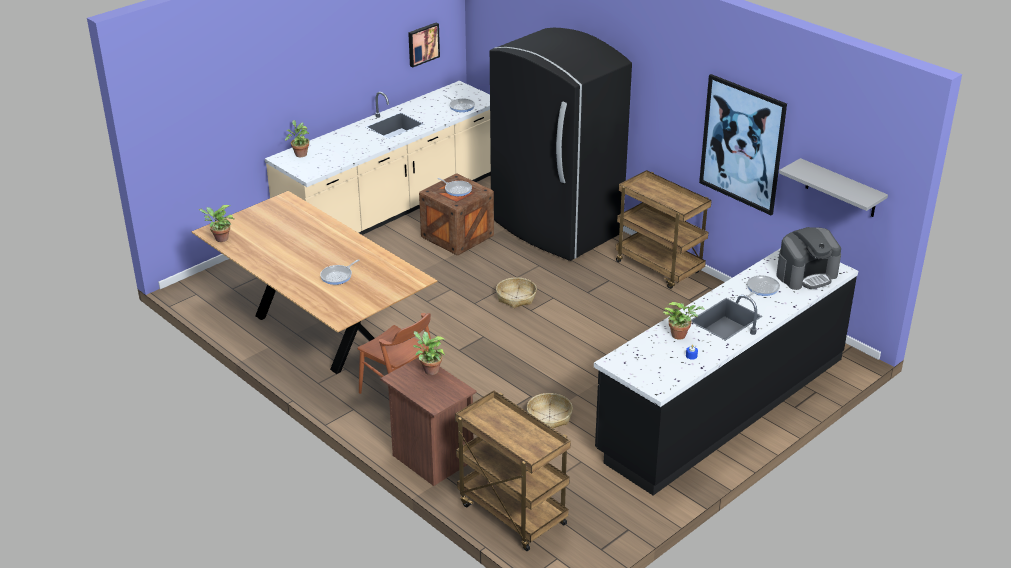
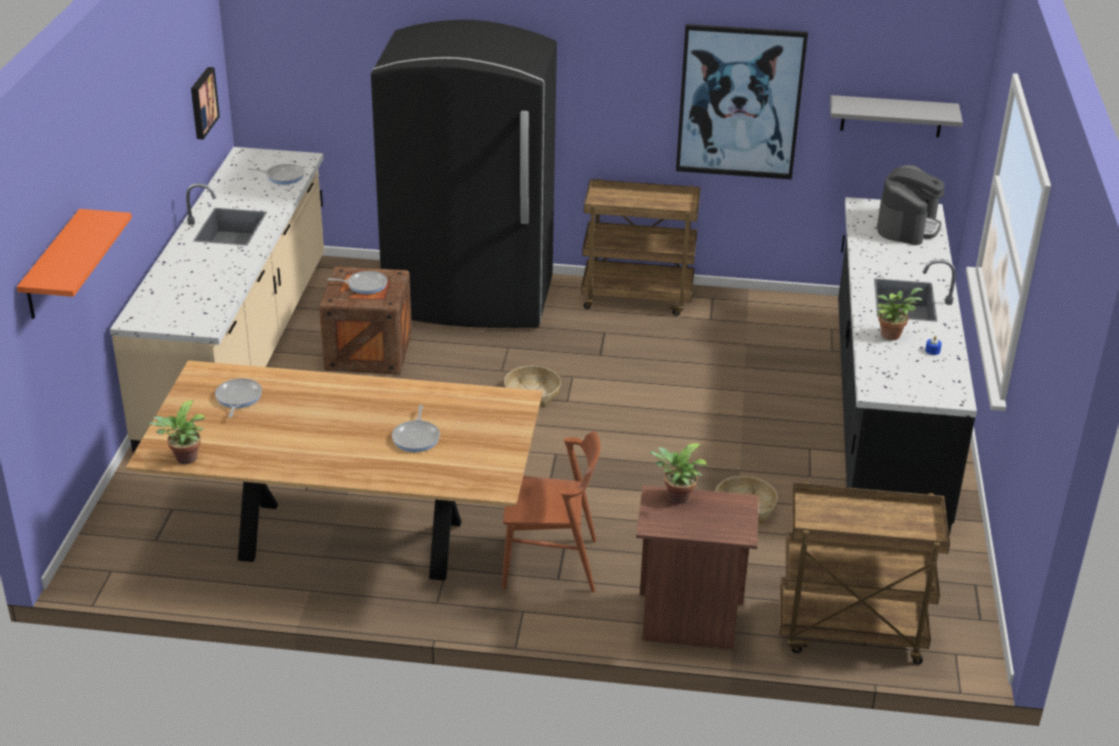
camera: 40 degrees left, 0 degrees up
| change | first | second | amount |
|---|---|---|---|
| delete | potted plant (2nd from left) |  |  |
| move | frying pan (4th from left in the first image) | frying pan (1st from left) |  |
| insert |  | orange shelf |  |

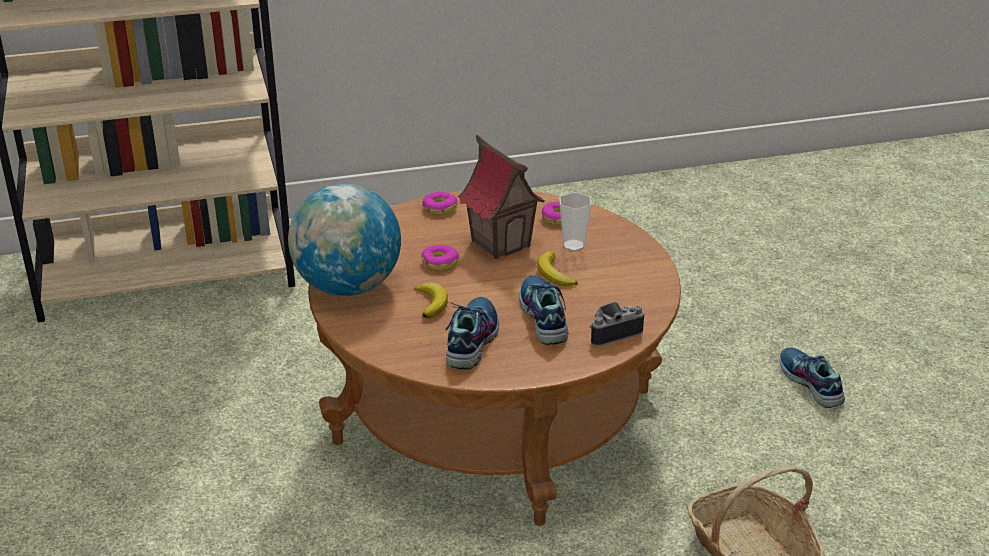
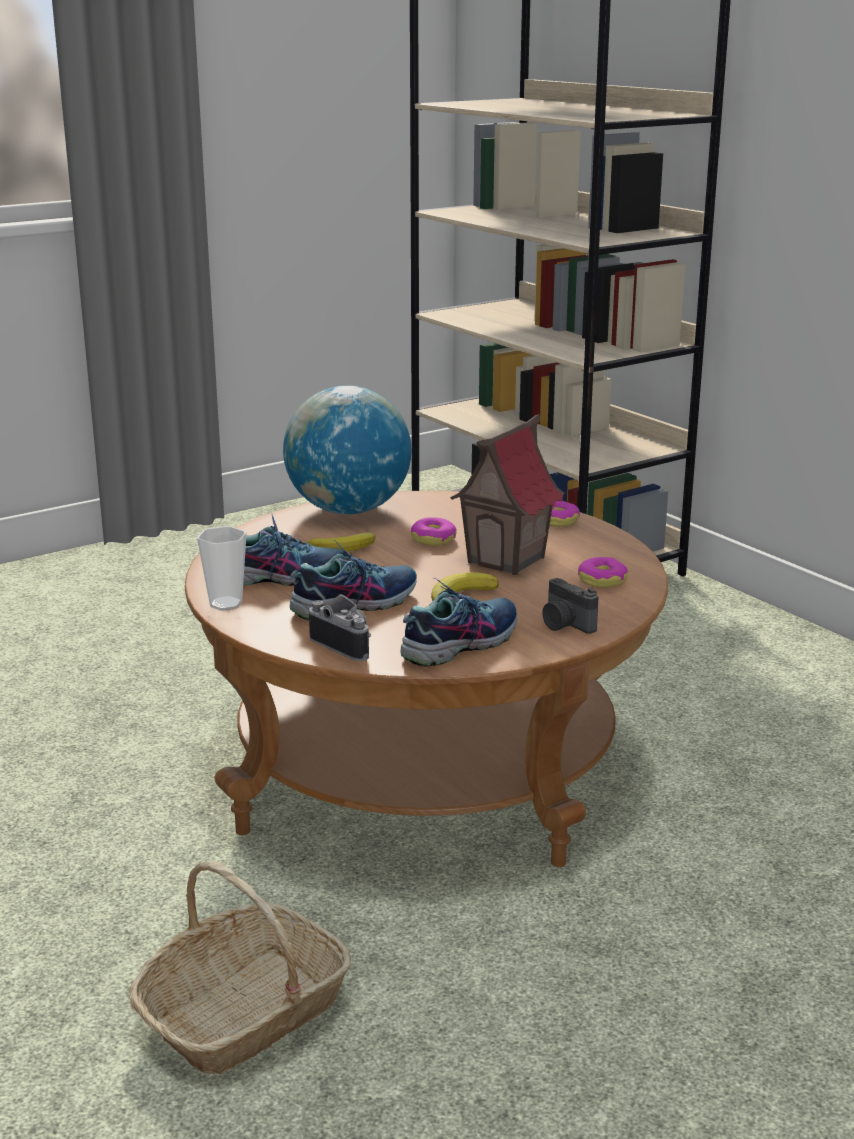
camera: 70 degrees right, 10 degrees down
| change | first | second | amount |
|---|---|---|---|
| move | cup |  |  |
| move | shoe (3rd from left) |  |  |
| insert |  | photo camera (2nd from left) |  |

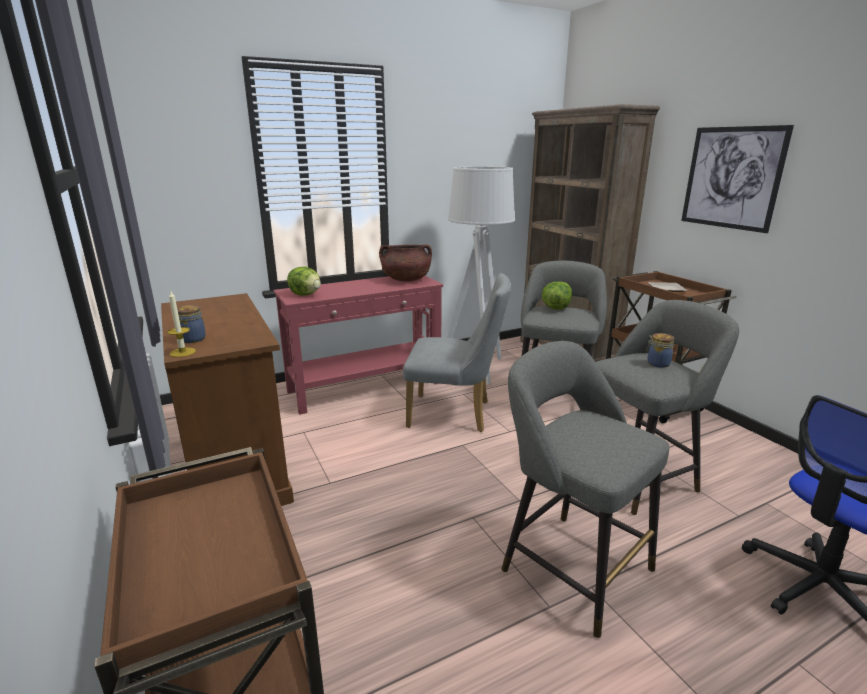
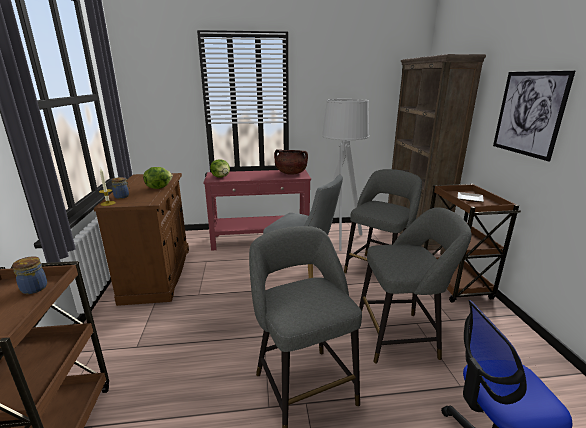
camera: 20 degrees right, 0 degrees up
| change | first | second | amount |
|---|---|---|---|
| move | lettuce (2nd from left in the first image) | lettuce (1st from left) |  |
| move | jar (2nd from left in the first image) | jar (1st from left) |  |

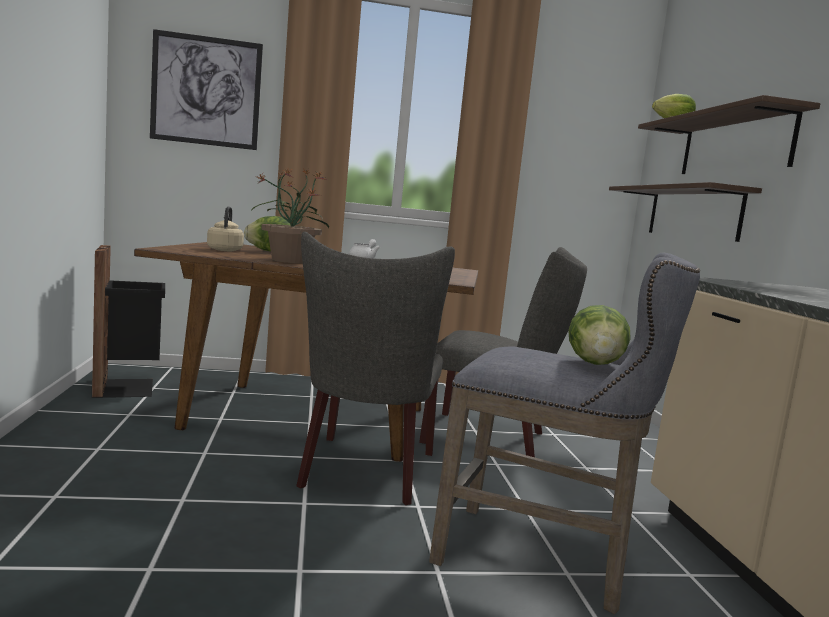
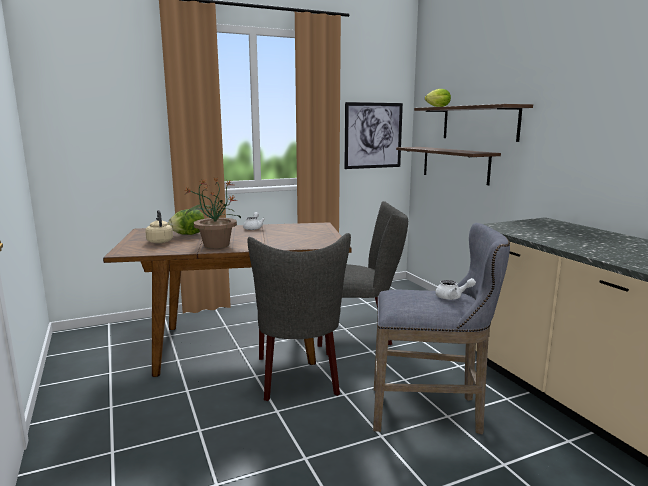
camera: 15 degrees left, 5 degrees up
| change | first | second | amount |
|---|---|---|---|
| delete | black trash can |  |  |
| move | picture |  |  |
| replace | lettuce (2nd from left) | white teapot (2nd from left) |  |

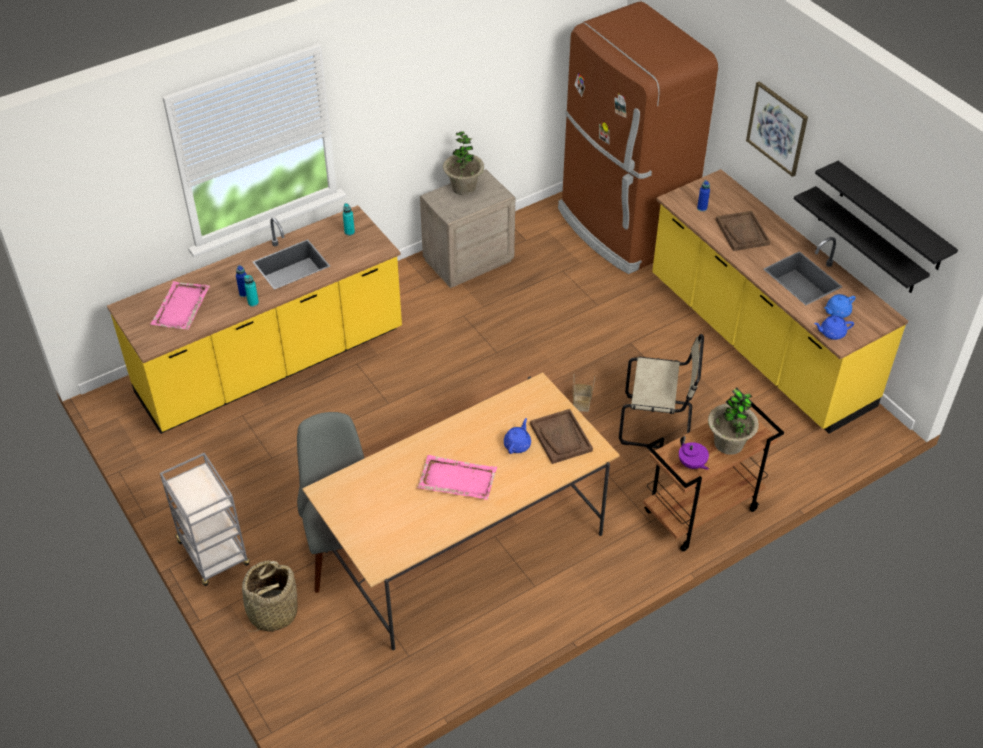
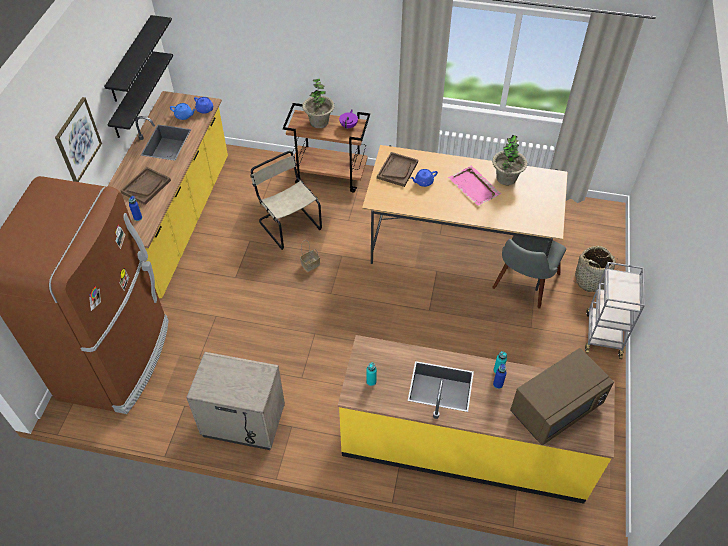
camera: 135 degrees left, 5 degrees up
| change | first | second | amount |
|---|---|---|---|
| replace | pink tray (1st from left) | brown microwave |  |
| move | potted plant (1st from left in the first image) | potted plant (2nd from left) |  |

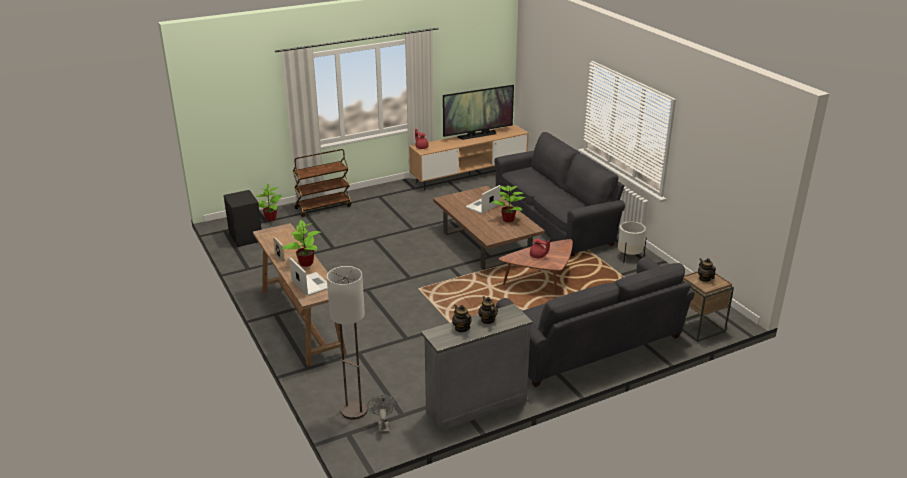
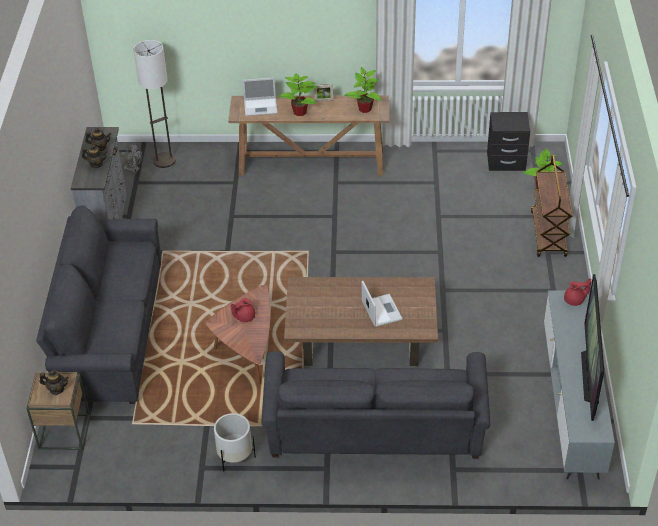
camera: 120 degrees right, 15 degrees up
| change | first | second | amount |
|---|---|---|---|
| recolor | brown tv stand | grey tv stand |  |
| move | potted plant (3rd from left in the first image) | potted plant (2nd from left) |  |

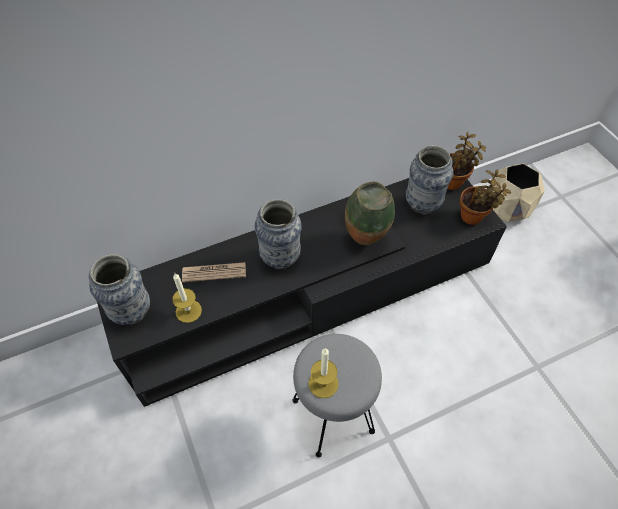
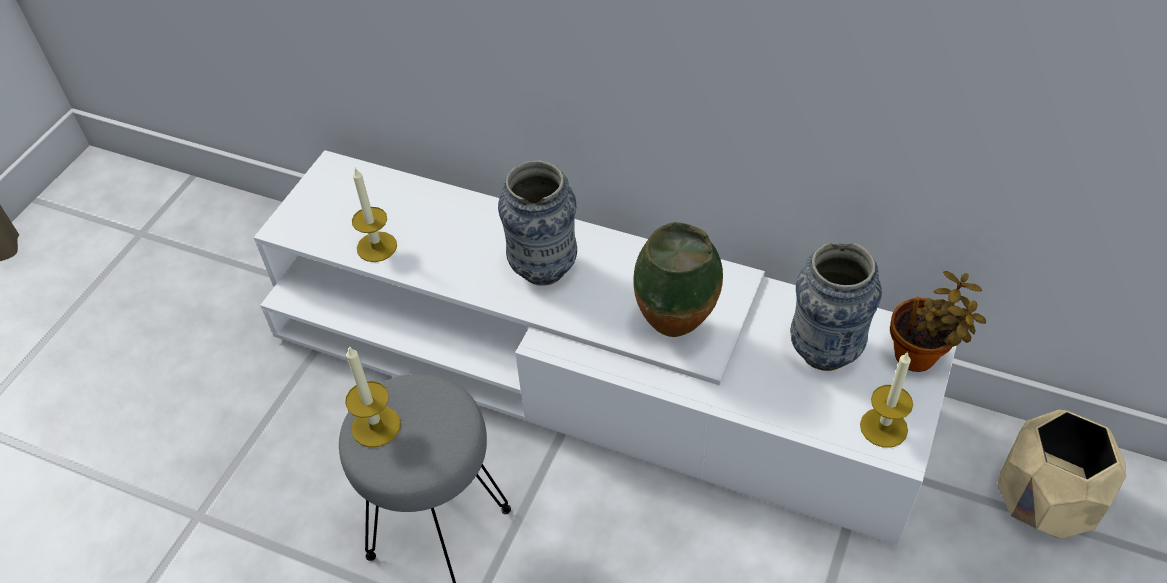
camera: 50 degrees right, 5 degrees down
| change | first | second | amount |
|---|---|---|---|
| delete | vase (1st from left) |  |  |
| recolor | black tv stand | white tv stand |  |
| delete | newspaper |  |  |
| replace | potted plant (2nd from left) | candle (3rd from left) |  |

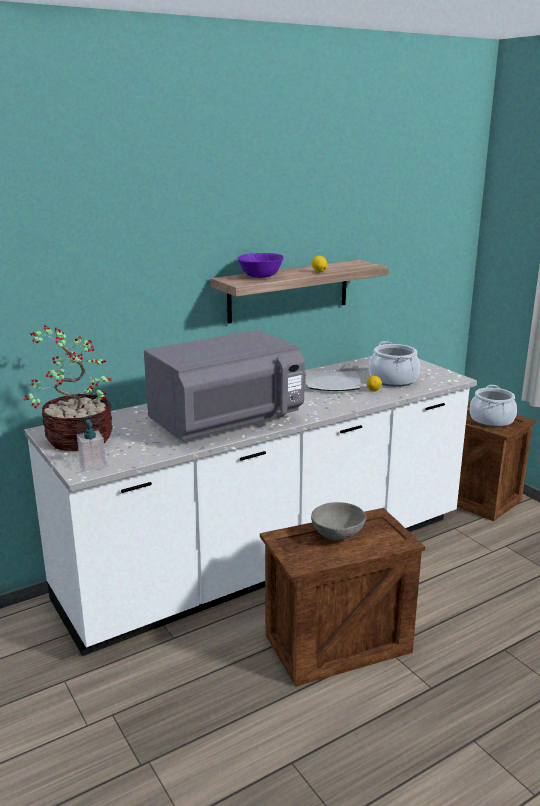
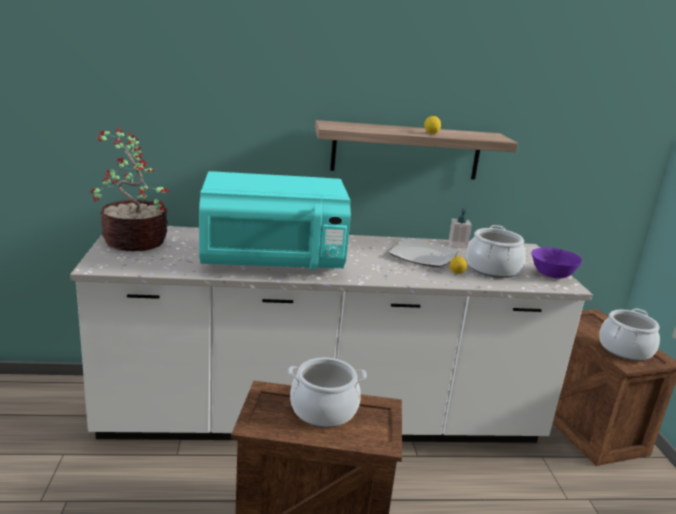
camera: 25 degrees right, 0 degrees up
| change | first | second | amount |
|---|---|---|---|
| move | soap dispenser |  |  |
| recolor | grey microwave | turquoise microwave |  |
| move | purple bowl |  |  |
| replace | grey bowl | cooking pot (1st from left) |  |

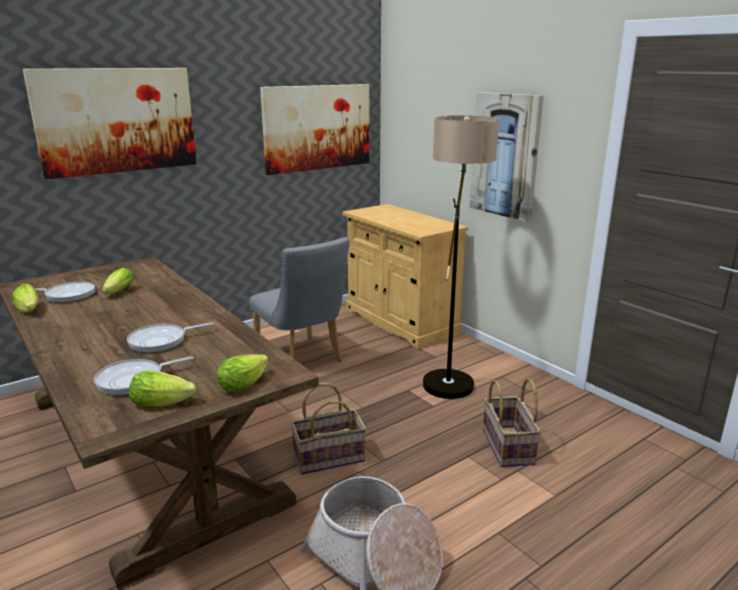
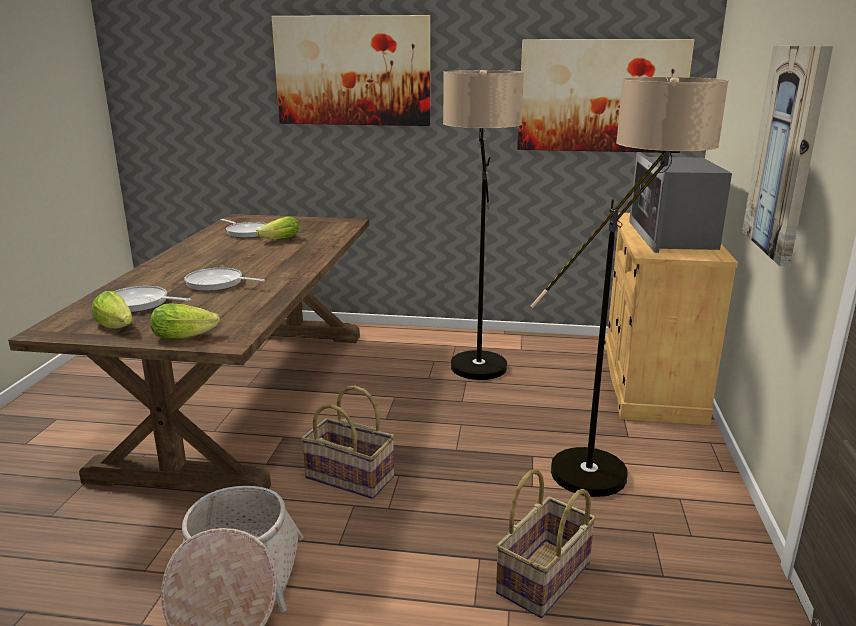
camera: 45 degrees right, 0 degrees up
| change | first | second | amount |
|---|---|---|---|
| delete | lettuce (1st from left) |  |  |
| replace | grey chair | floor lamp (1st from left) |  |
| insert |  | microwave |  |

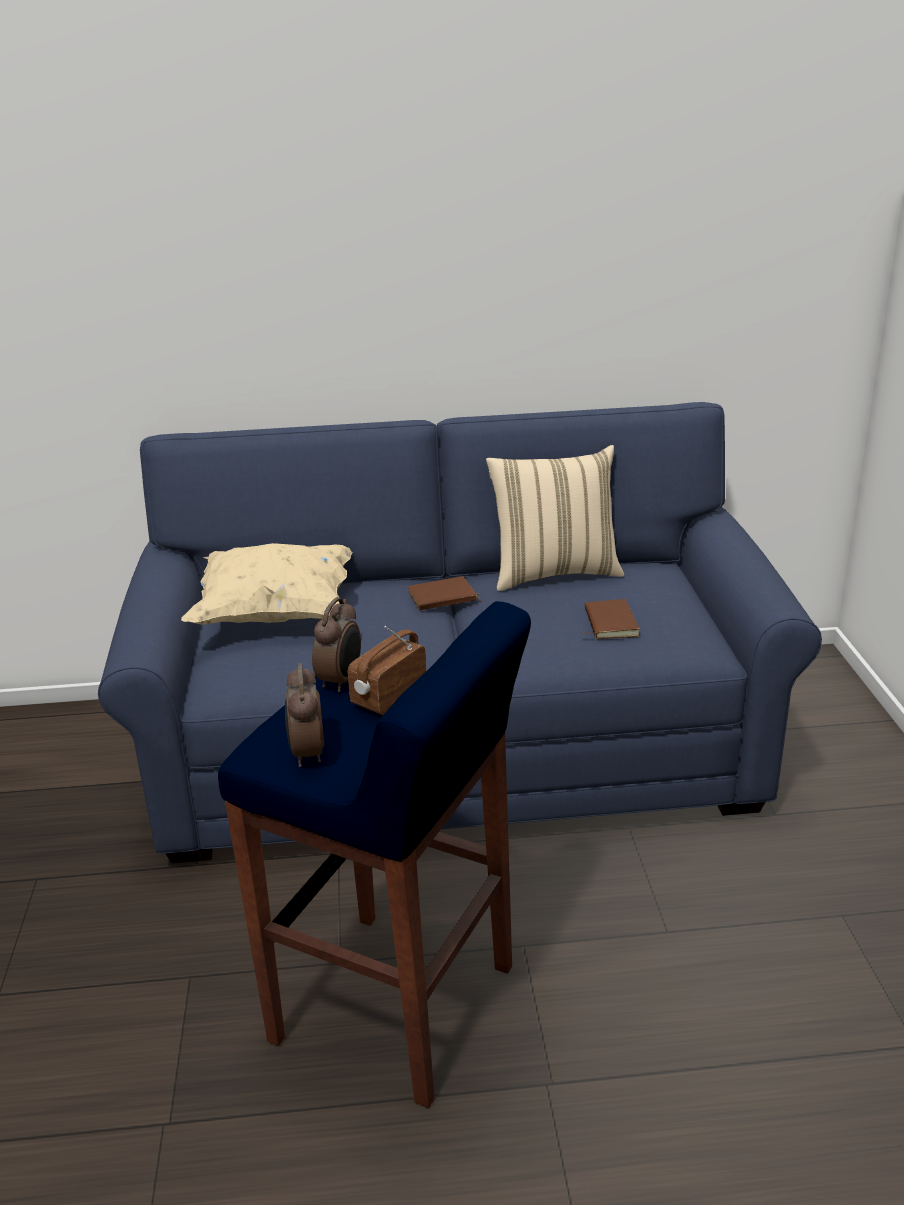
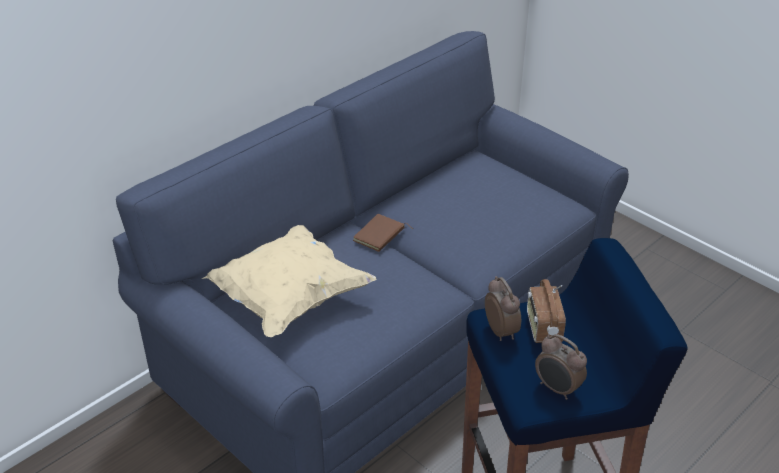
camera: 40 degrees left, 10 degrees up
| change | first | second | amount |
|---|---|---|---|
| delete | beige pillow (2nd from left) |  |  |
| delete | brown book (2nd from left) |  |  |

